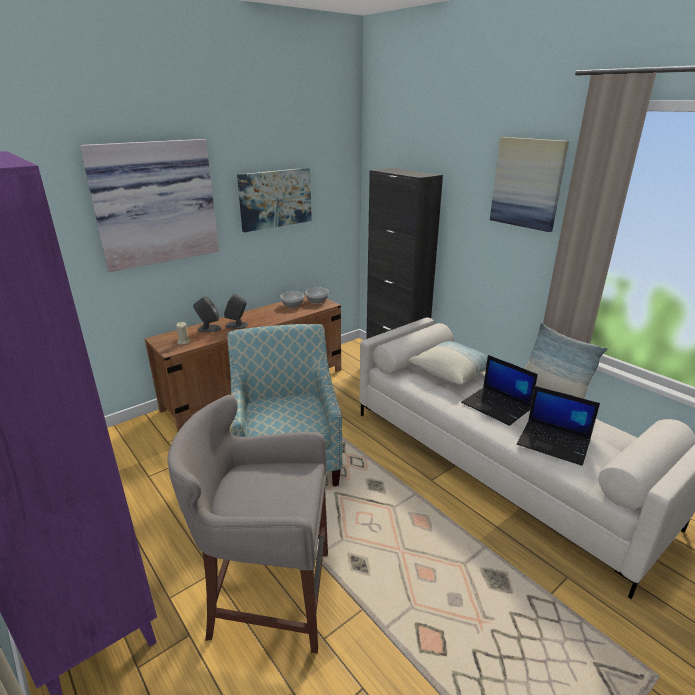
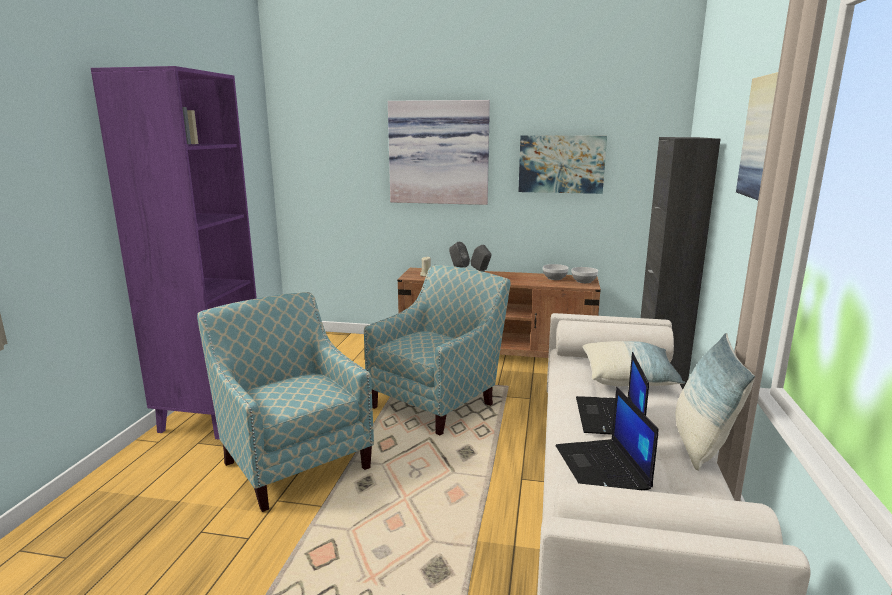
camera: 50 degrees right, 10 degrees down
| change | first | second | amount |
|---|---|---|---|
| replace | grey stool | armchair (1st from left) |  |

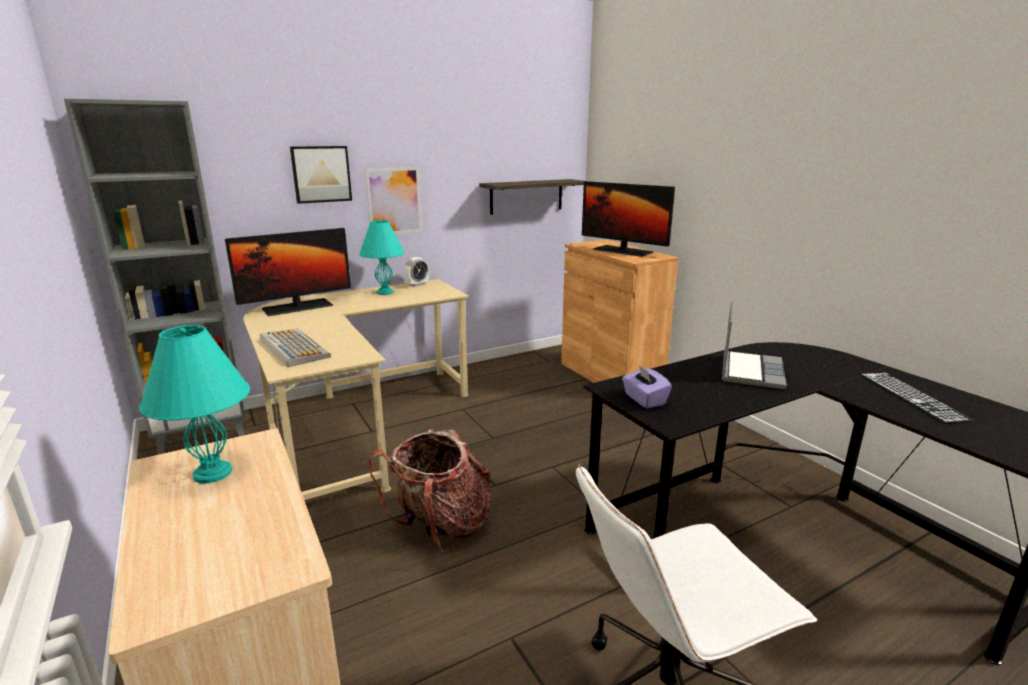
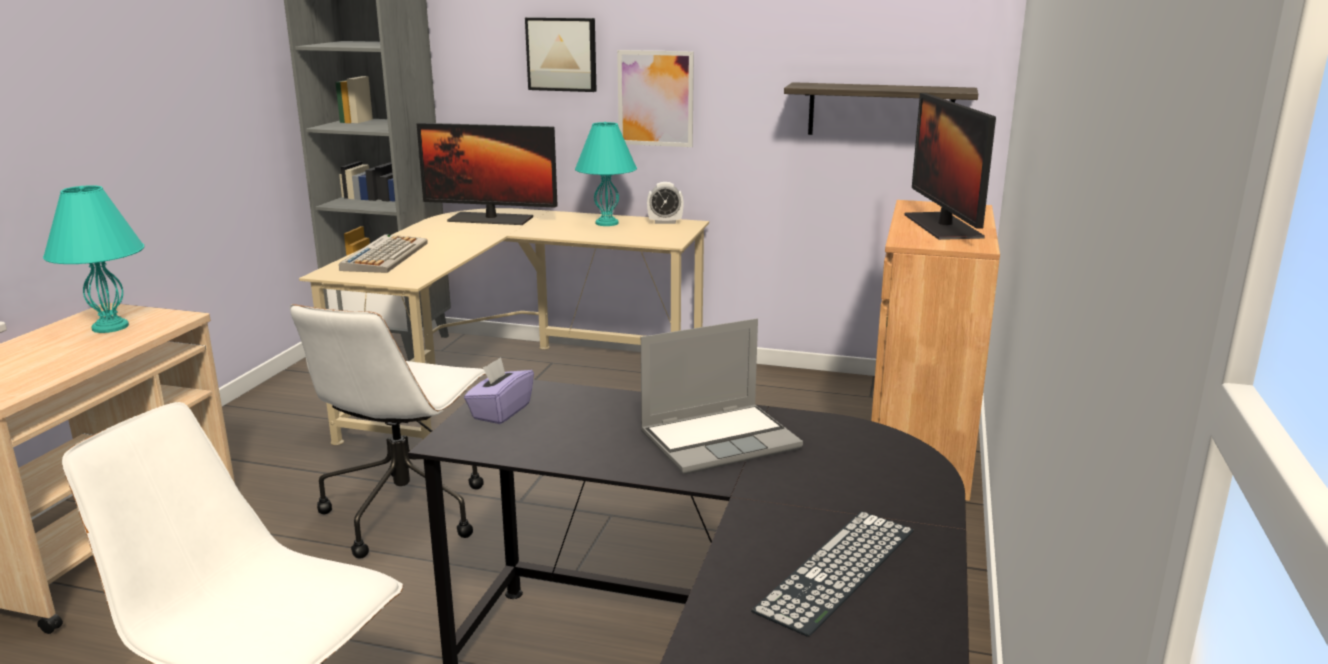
camera: 45 degrees right, 0 degrees up
| change | first | second | amount |
|---|---|---|---|
| replace | backpack | white office chair (2nd from left) |  |

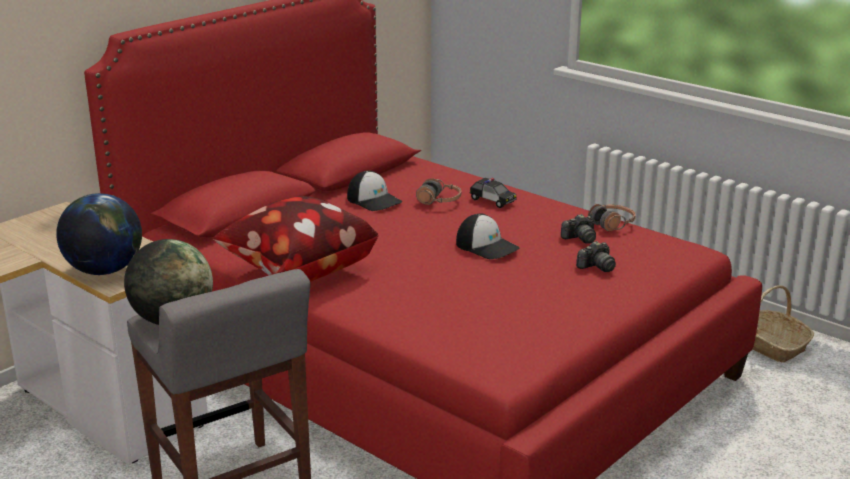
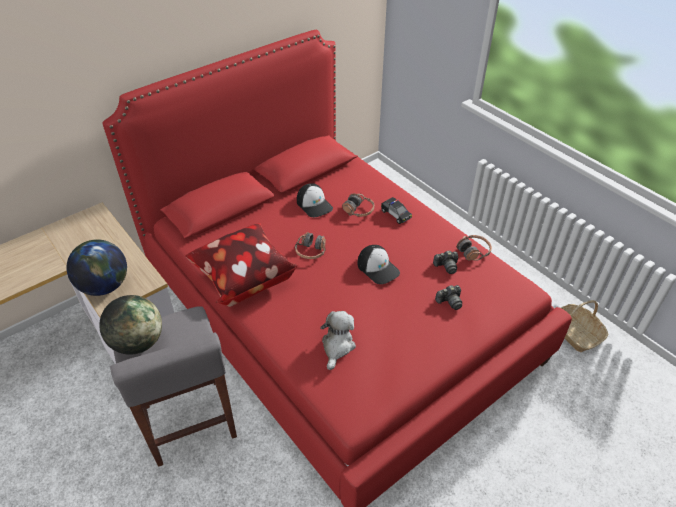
camera: 10 degrees right, 20 degrees up
| change | first | second | amount |
|---|---|---|---|
| insert |  | headphones (1st from left) |  |
| insert |  | plush toy |  |

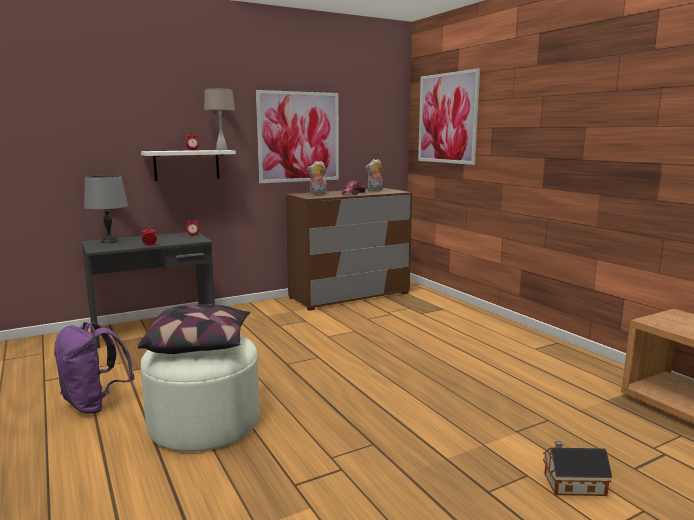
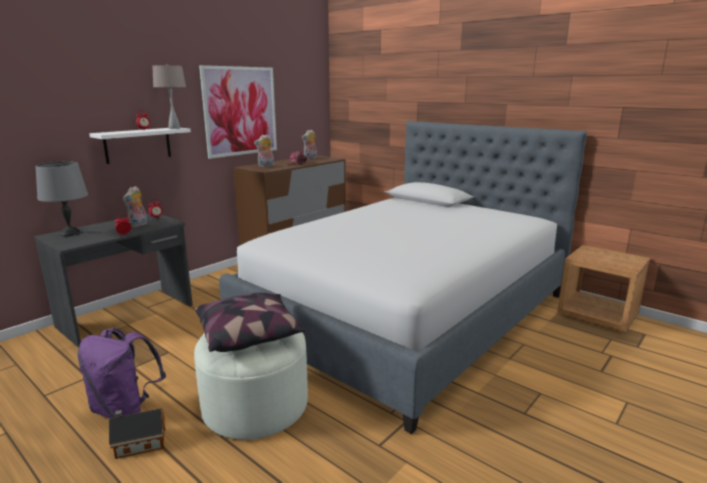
camera: 20 degrees left, 5 degrees up
| change | first | second | amount |
|---|---|---|---|
| delete | picture (2nd from left) |  |  |
| move | toy house |  |  |
| insert |  | plush toy (1st from left) |  |
| insert |  | bed |  |

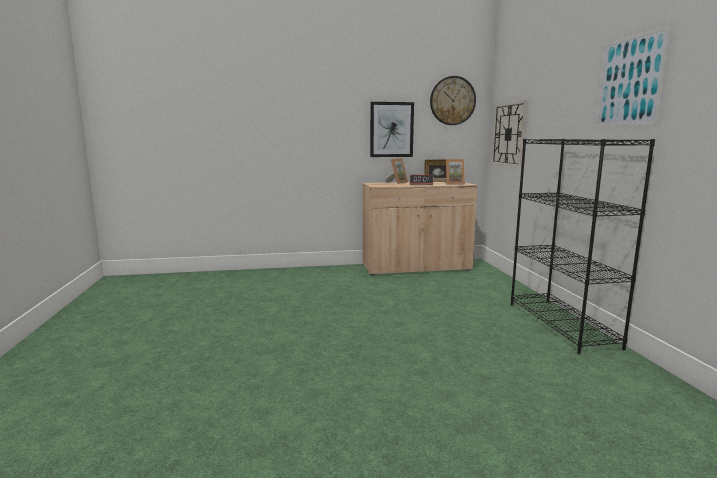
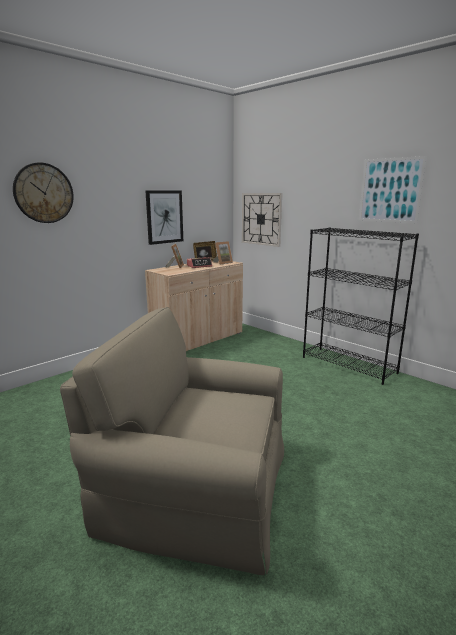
camera: 35 degrees left, 5 degrees up
| change | first | second | amount |
|---|---|---|---|
| move | wall clock (1st from left) |  |  |
| insert |  | beige armchair |  |

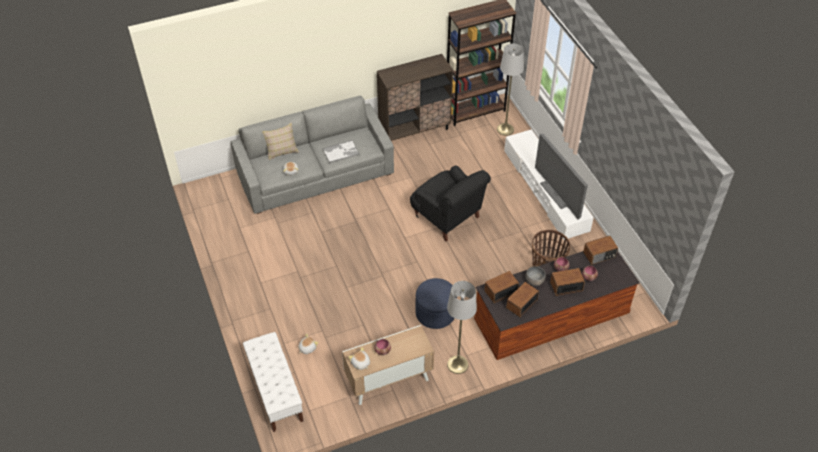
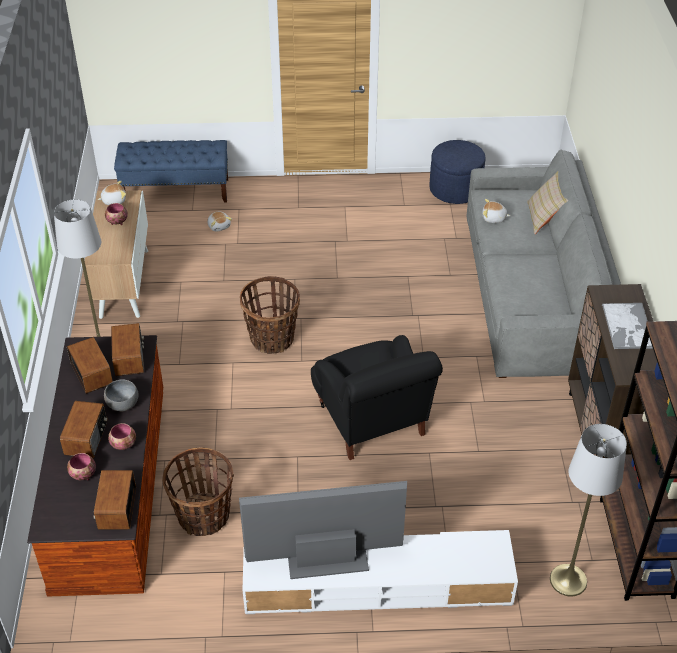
camera: 110 degrees right, 5 degrees down
| change | first | second | amount |
|---|---|---|---|
| recolor | white bench | blue bench |  |
| move | tray |  |  |
| rotate | black armchair |  | 90 degrees counterclockwise |
| move | blue ottoman |  |  |
| insert |  | basket (2nd from left) |  |

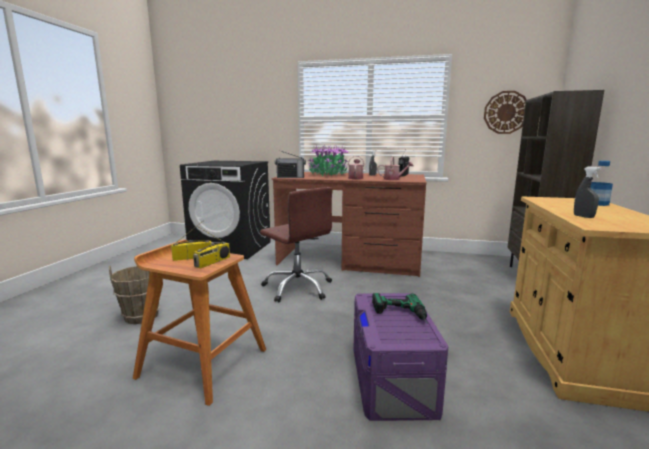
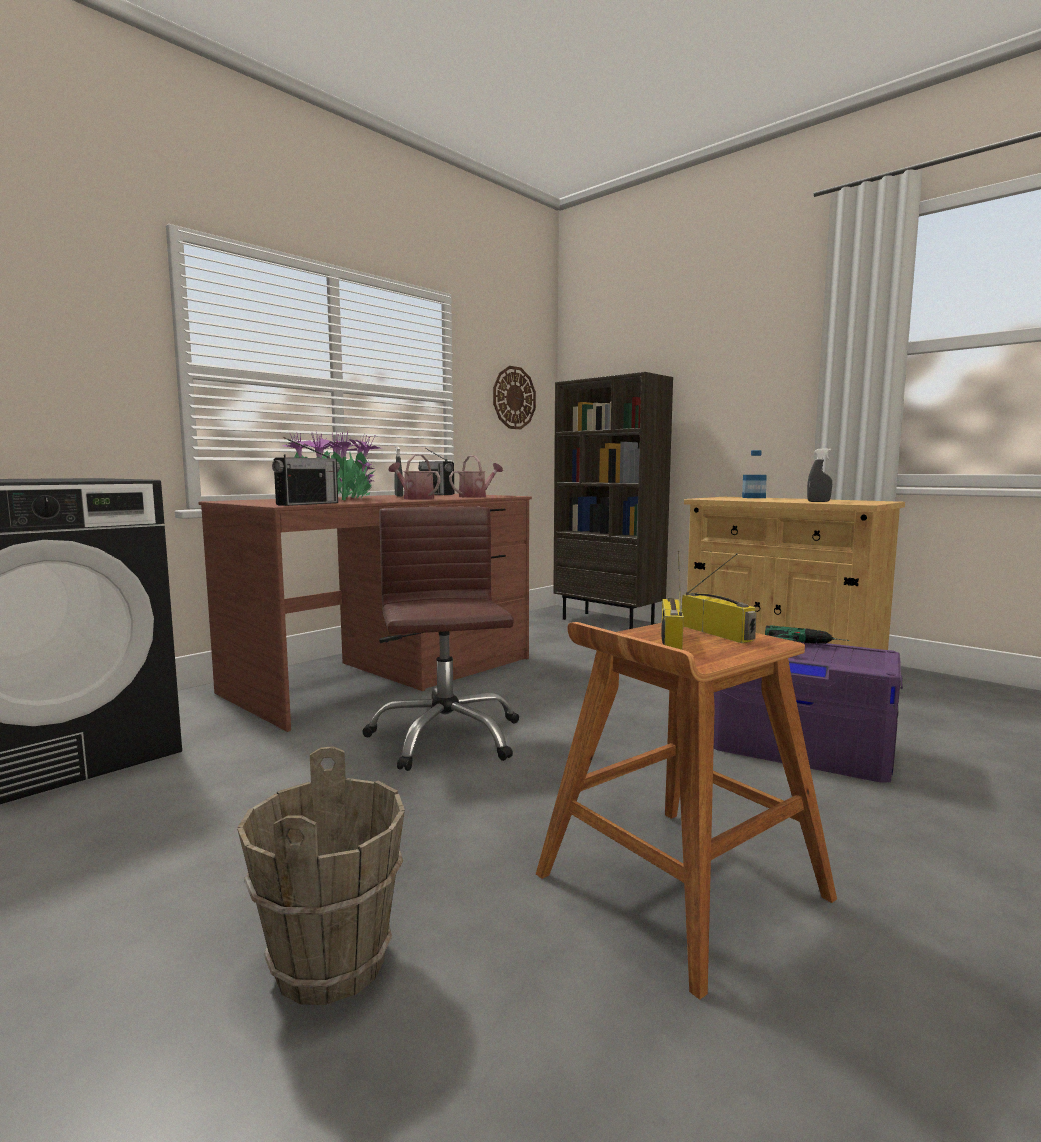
camera: 60 degrees left, 5 degrees down
| change | first | second | amount |
|---|---|---|---|
| rotate | brown office chair |  | 90 degrees counterclockwise |

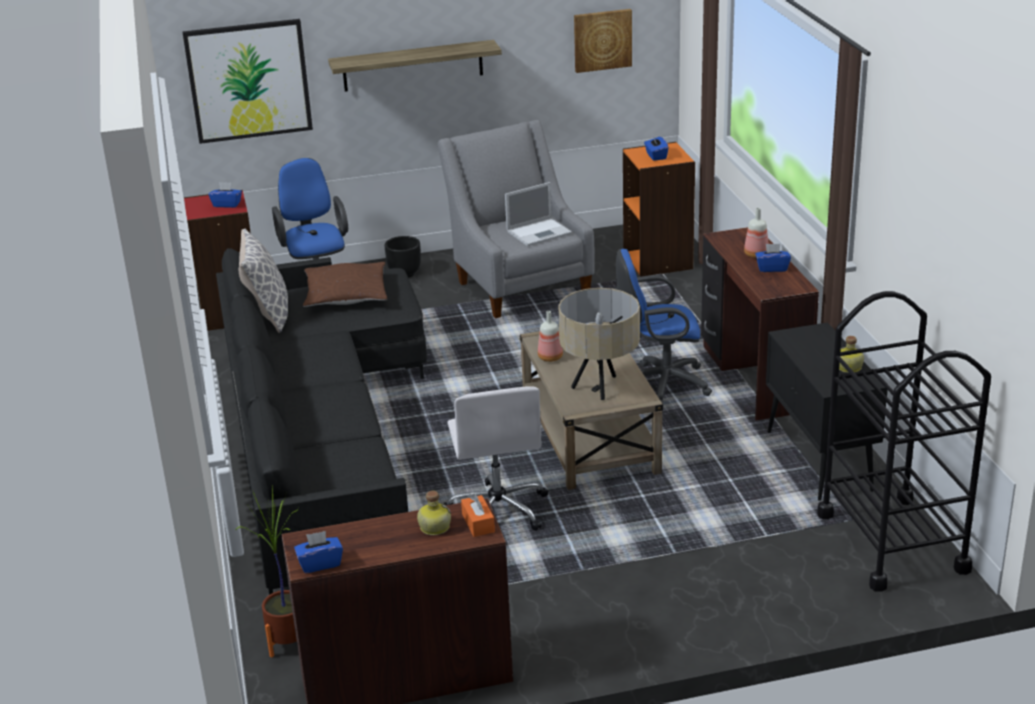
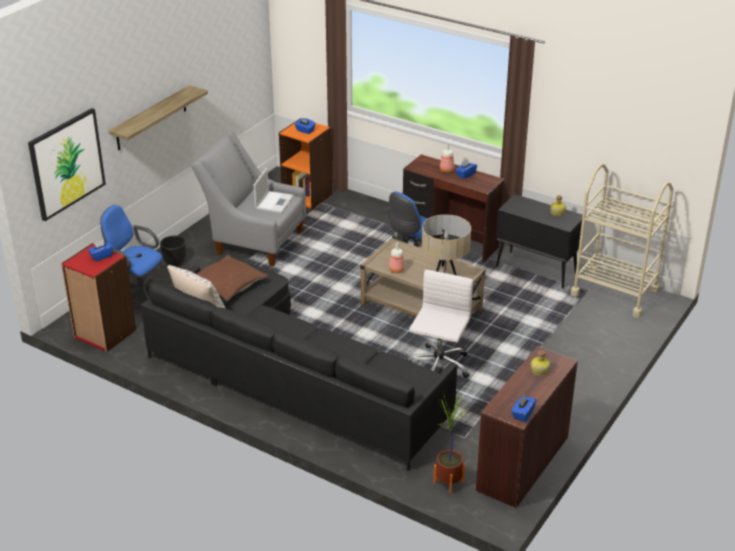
camera: 45 degrees left, 5 degrees up
| change | first | second | amount |
|---|---|---|---|
| rotate | white office chair |  | 105 degrees counterclockwise |
| delete | orange tissue box |  |  |
| delete | picture (2nd from left) |  |  |
| recolor | black cart | beige cart |  |

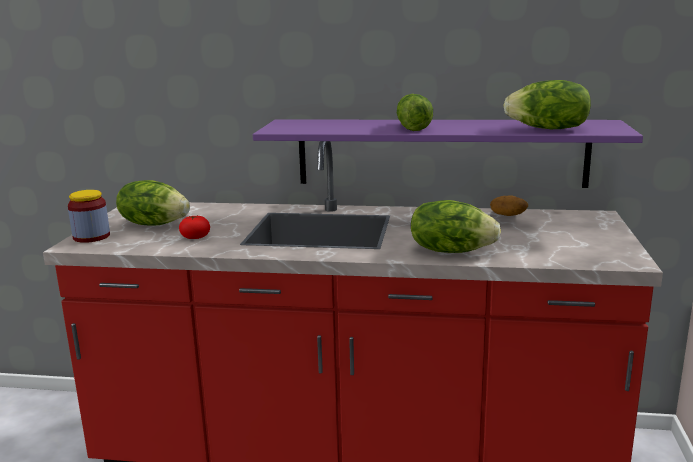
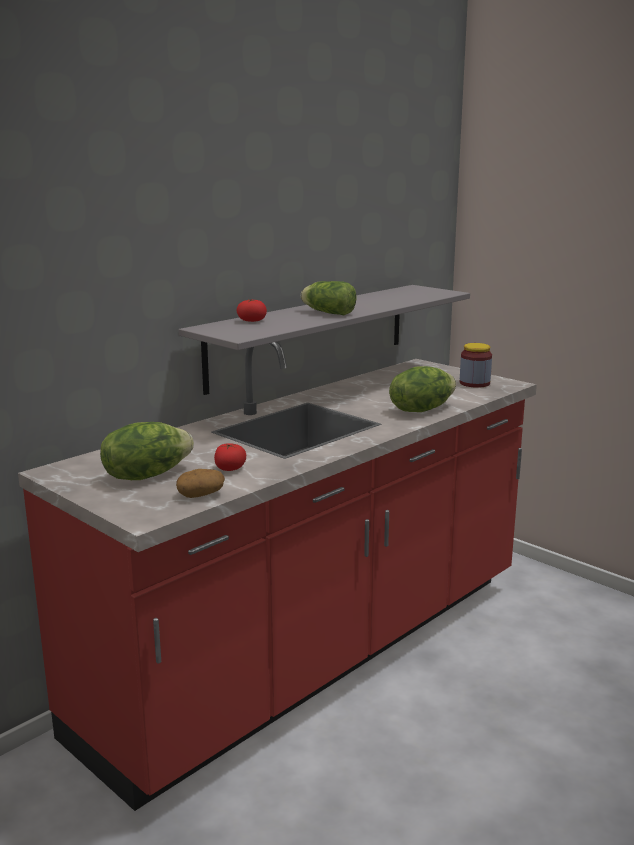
camera: 55 degrees left, 0 degrees up
| change | first | second | amount |
|---|---|---|---|
| move | jar |  |  |
| recolor | purple shelf | grey shelf |  |
| move | potato |  |  |
| delete | lettuce (4th from left) |  |  |
| insert |  | tomato (2nd from left) |  |

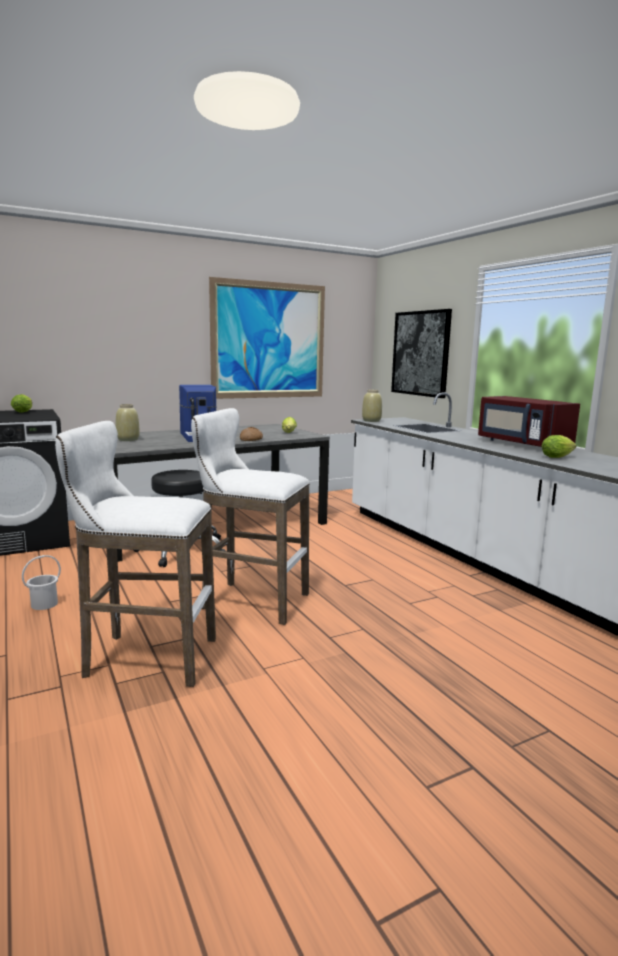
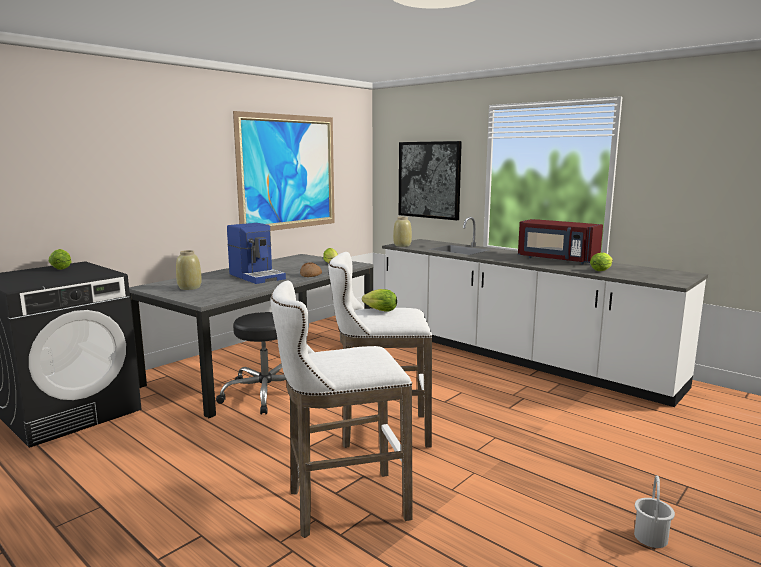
camera: 20 degrees left, 0 degrees up
| change | first | second | amount |
|---|---|---|---|
| move | white bucket |  |  |
| insert |  | lettuce (3rd from left) |  |

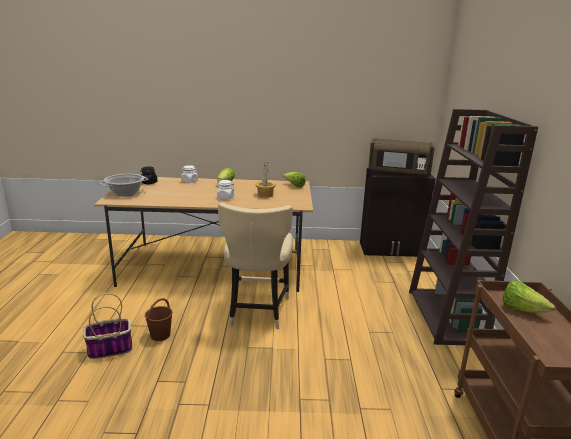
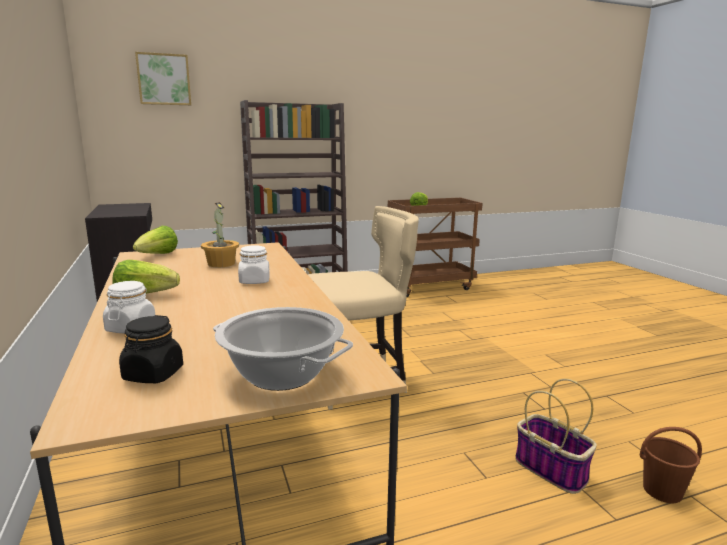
camera: 110 degrees left, 5 degrees down
| change | first | second | amount |
|---|---|---|---|
| move | brown bucket |  |  |
| delete | brown microwave |  |  |
| insert |  | picture |  |

